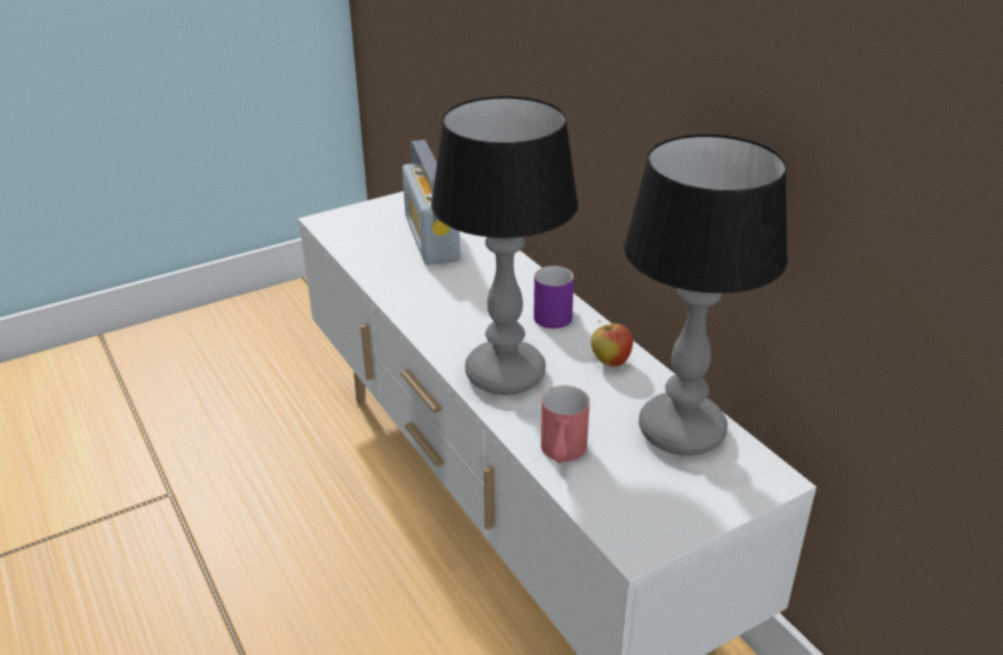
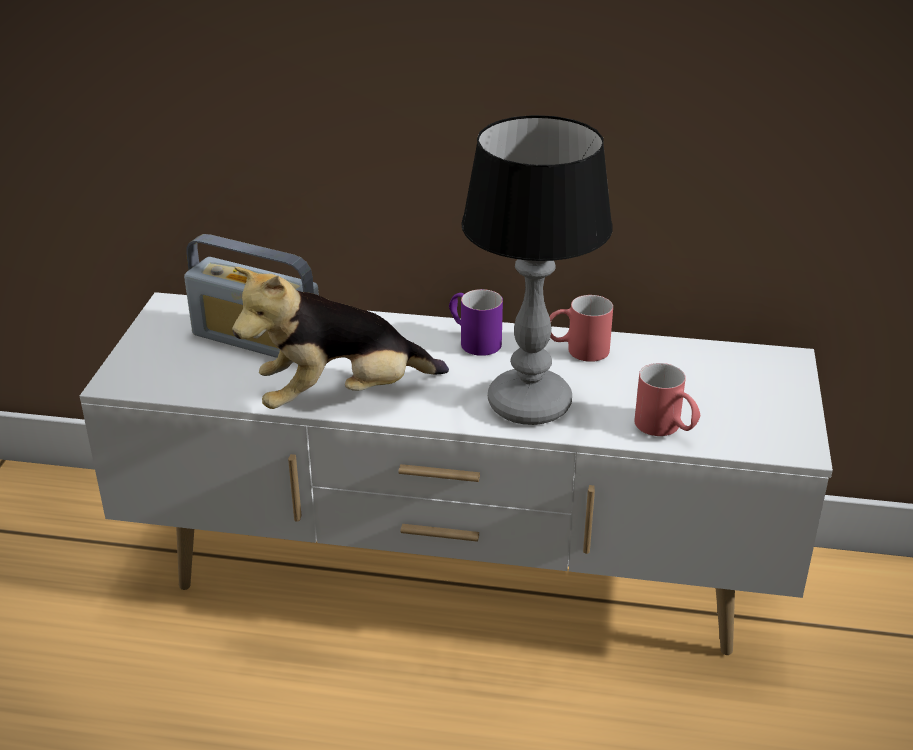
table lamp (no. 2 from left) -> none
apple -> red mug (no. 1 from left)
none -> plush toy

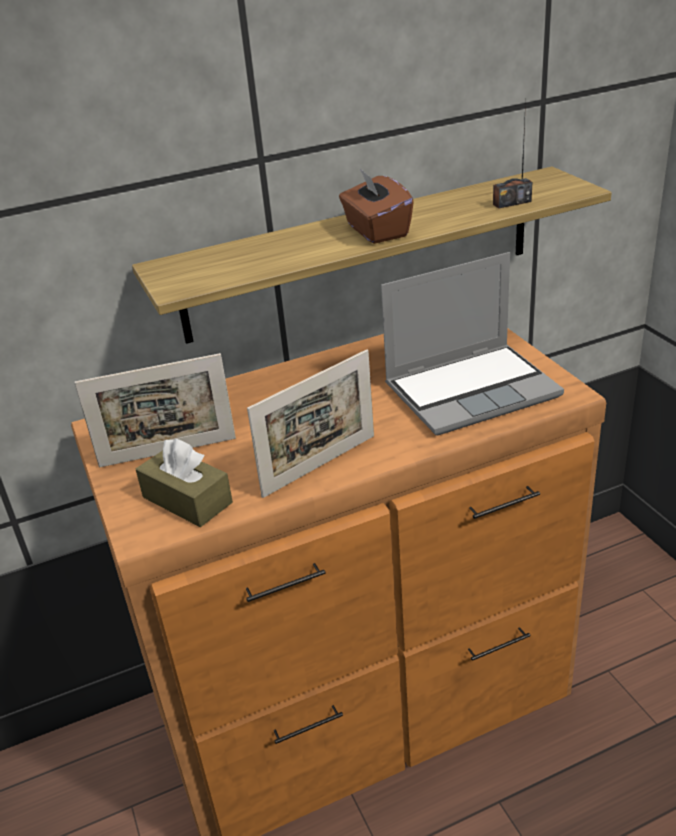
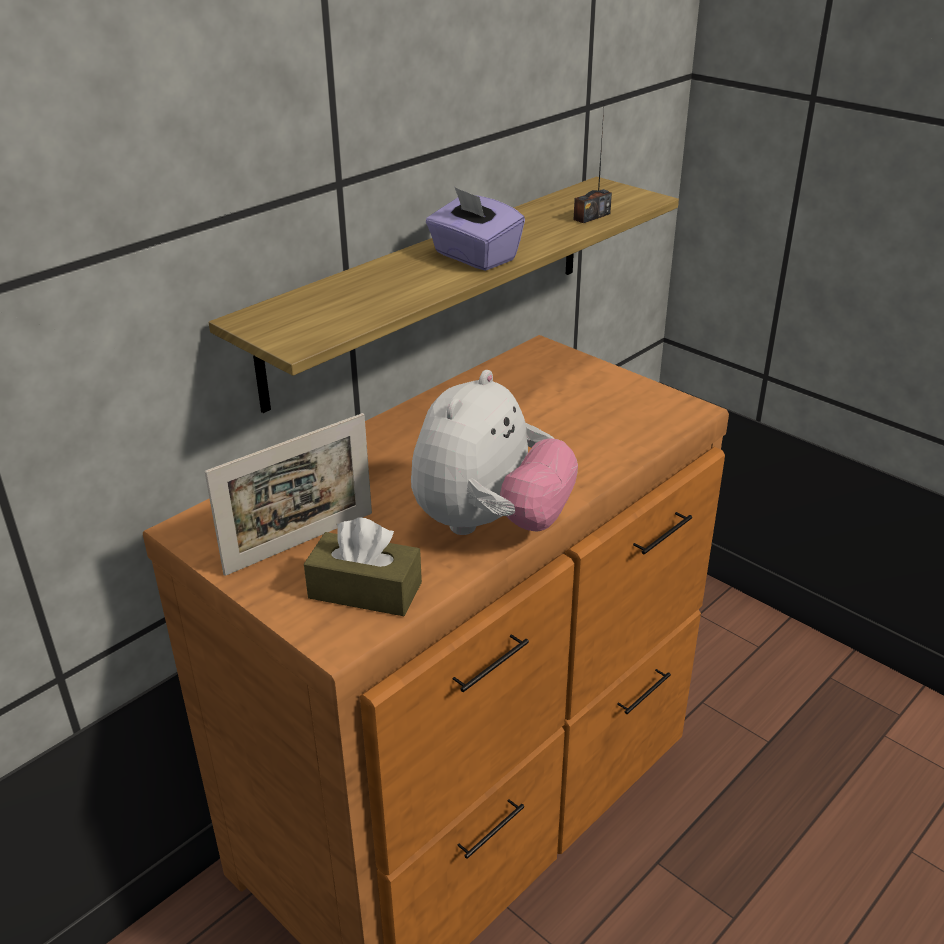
brown tissue box (no. 2 from left) -> purple tissue box
laptop -> none
picture frame (no. 2 from left) -> plush toy

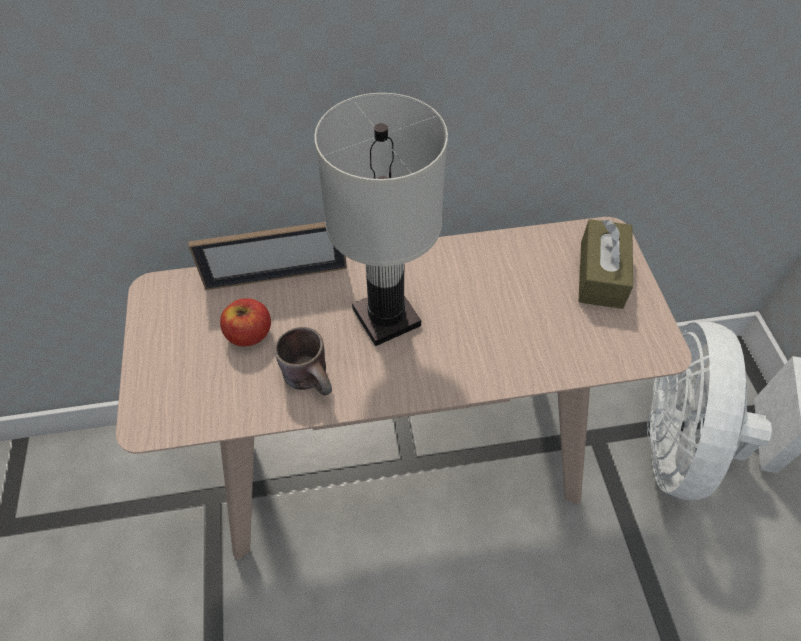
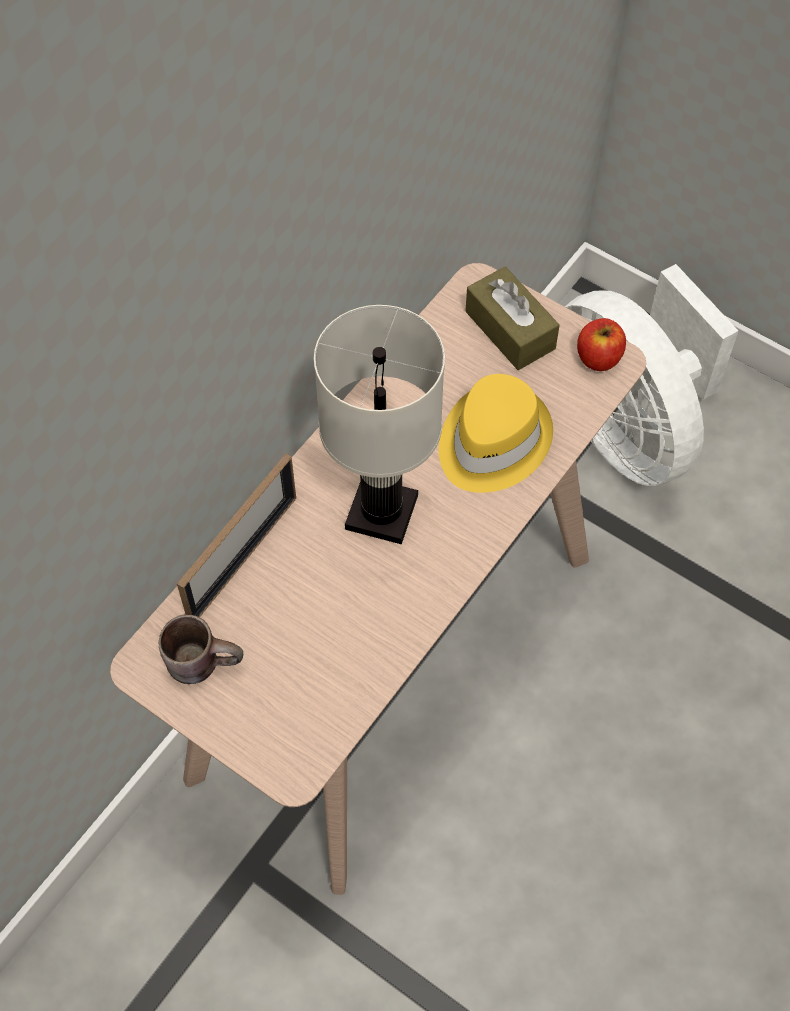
apple, relocated
brown mug, relocated
none -> yellow hat

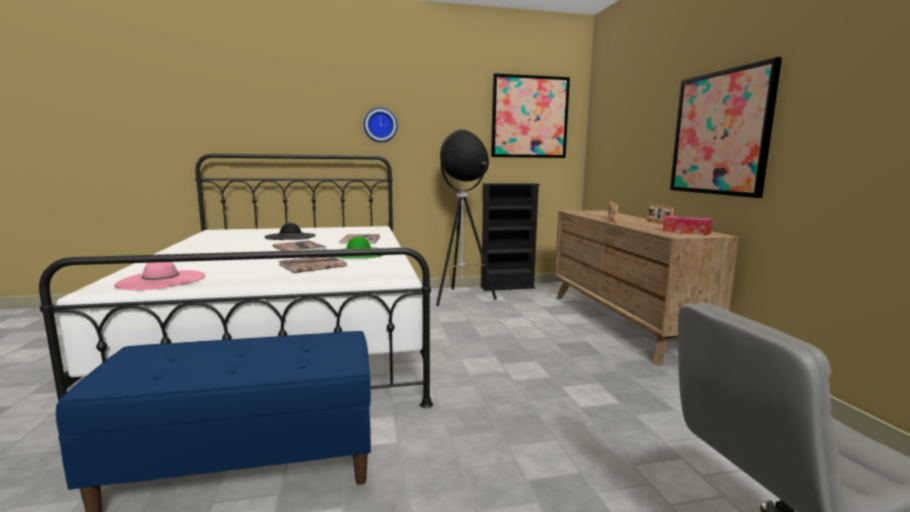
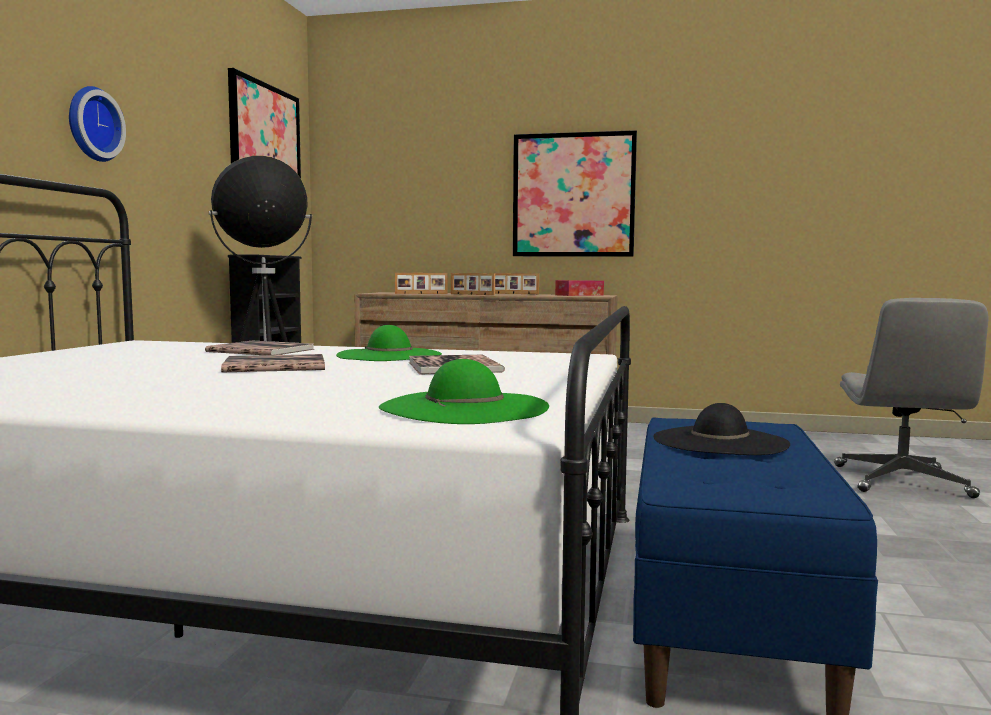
black hat, relocated
pink hat -> green hat (no. 2 from left)
none -> picture frame (no. 1 from left)

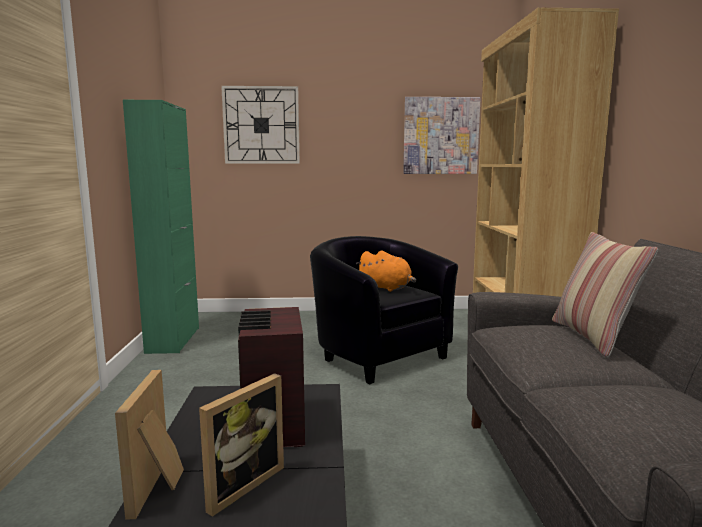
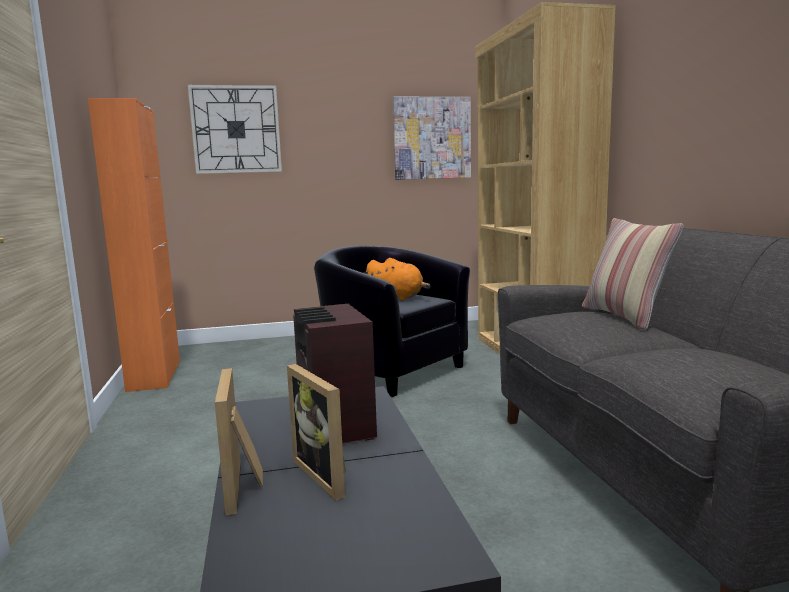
green cabinet -> orange cabinet
picture frame (no. 2 from left), 120 degrees clockwise

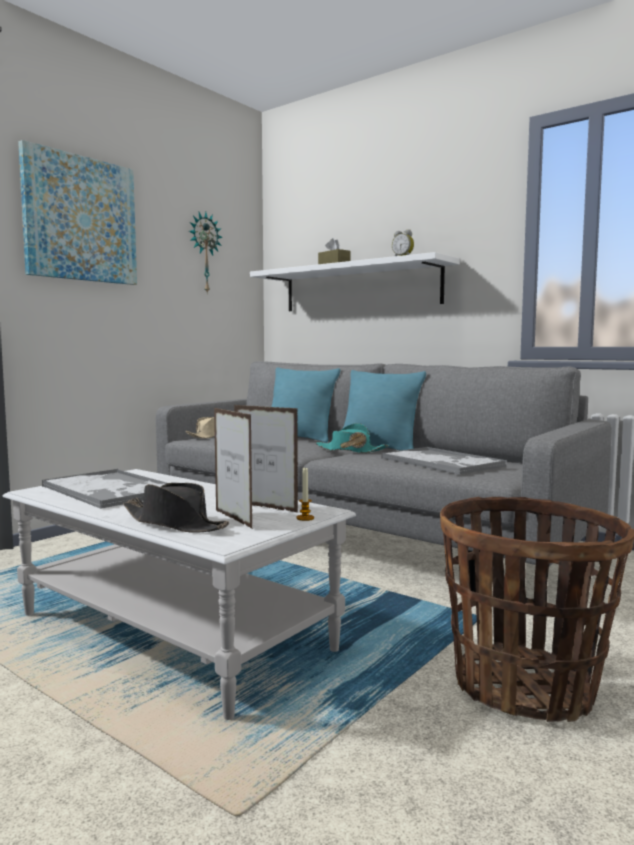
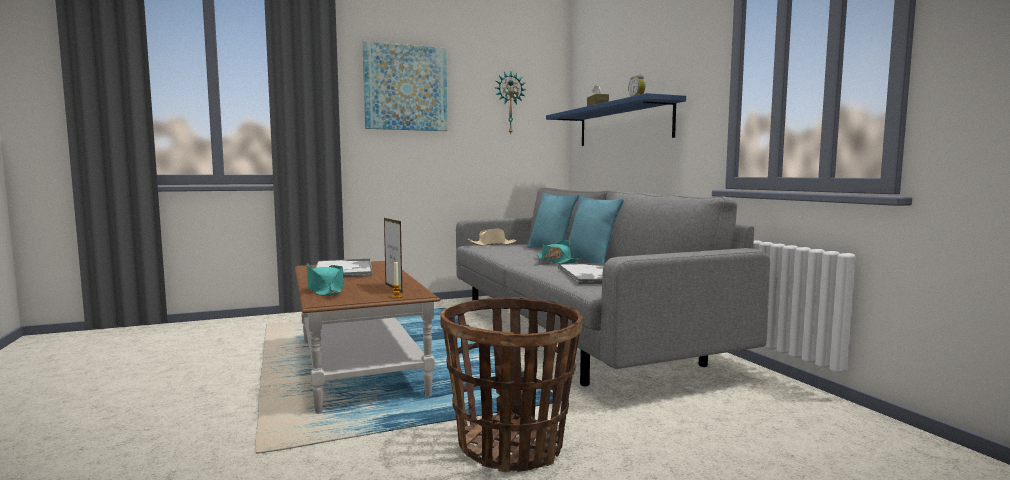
white shelf -> blue shelf
picture frame (no. 1 from left) -> none
white coffee table -> brown coffee table
black hat -> turquoise hat (no. 1 from left)

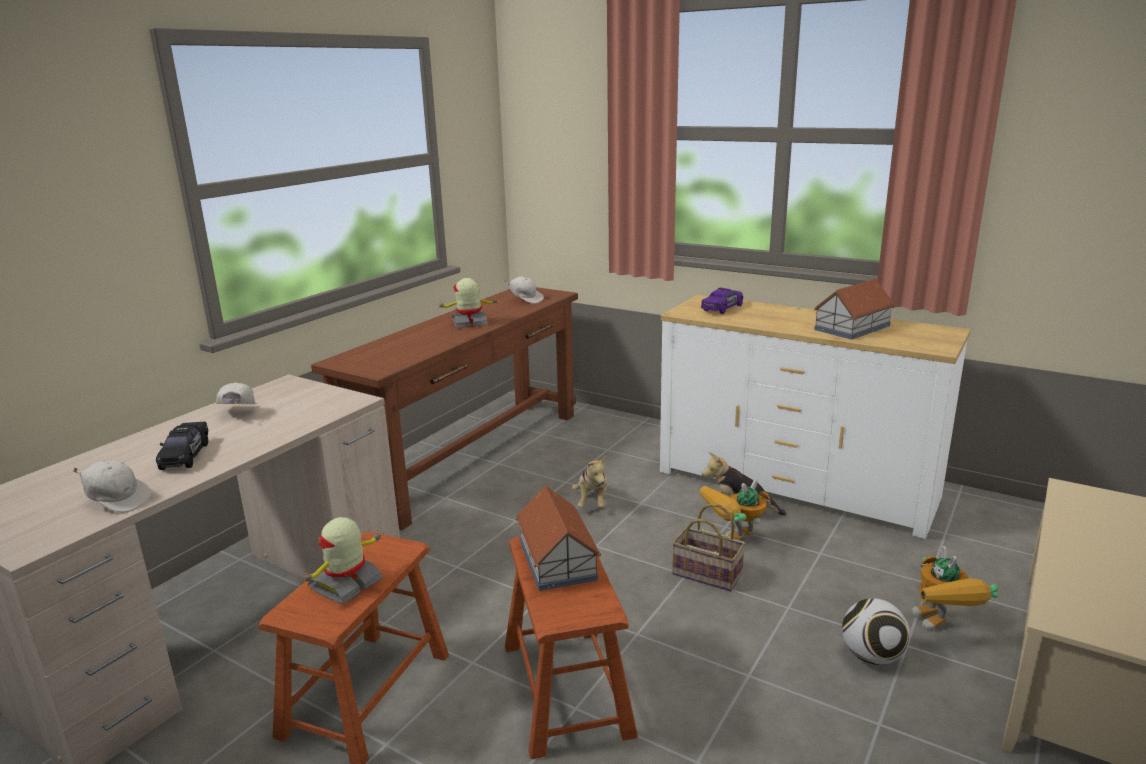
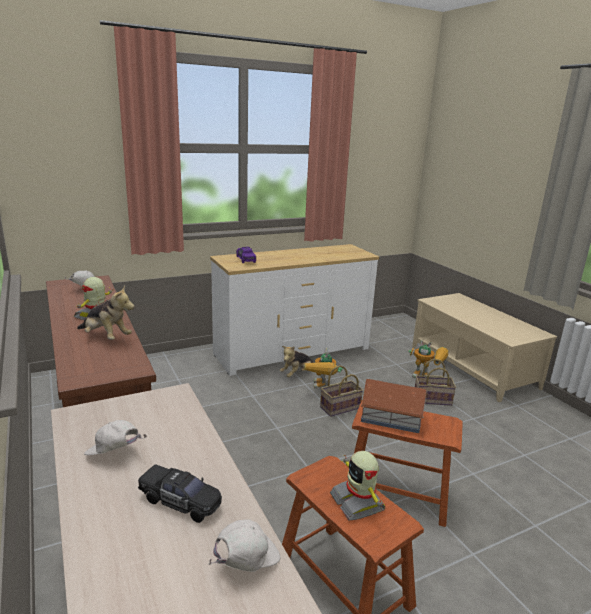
toy house (no. 2 from left) -> none
plush toy (no. 1 from left), relocated
football -> basket (no. 2 from left)

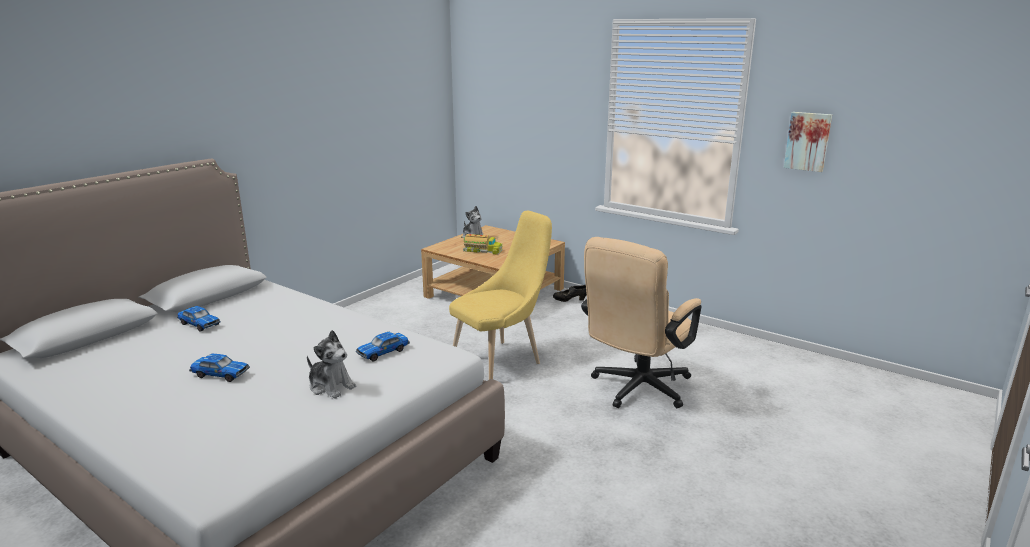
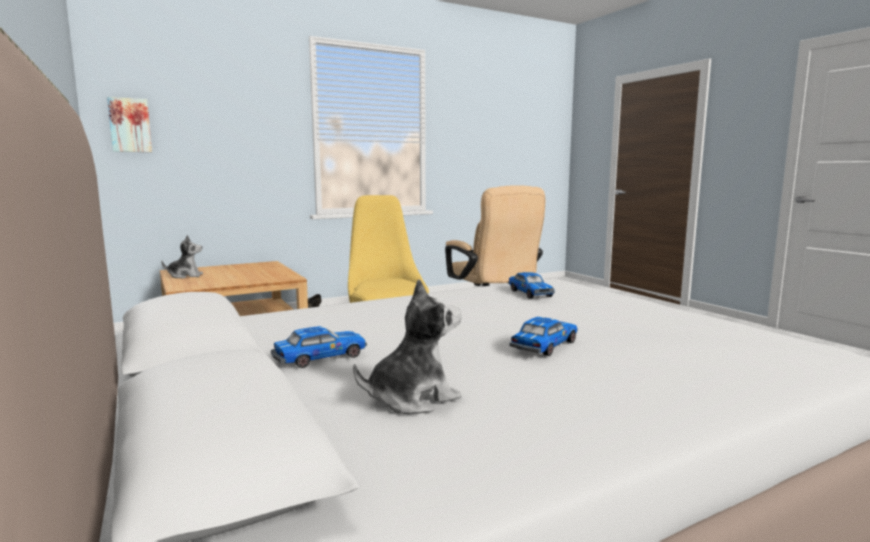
picture, relocated
toy truck -> none
plush toy (no. 1 from left in the first image) -> plush toy (no. 2 from left), relocated

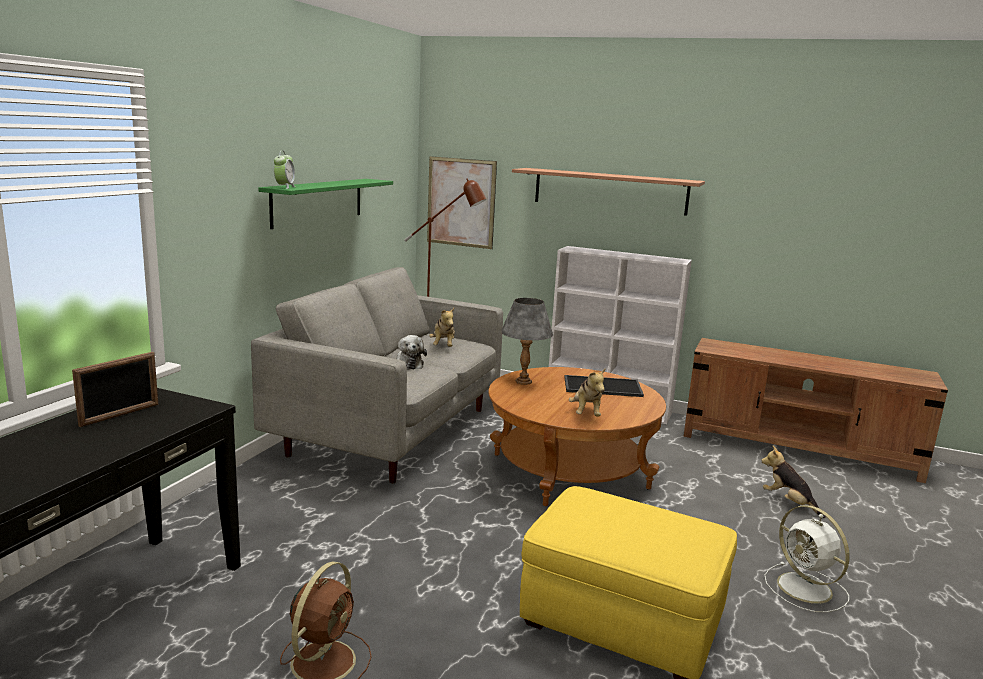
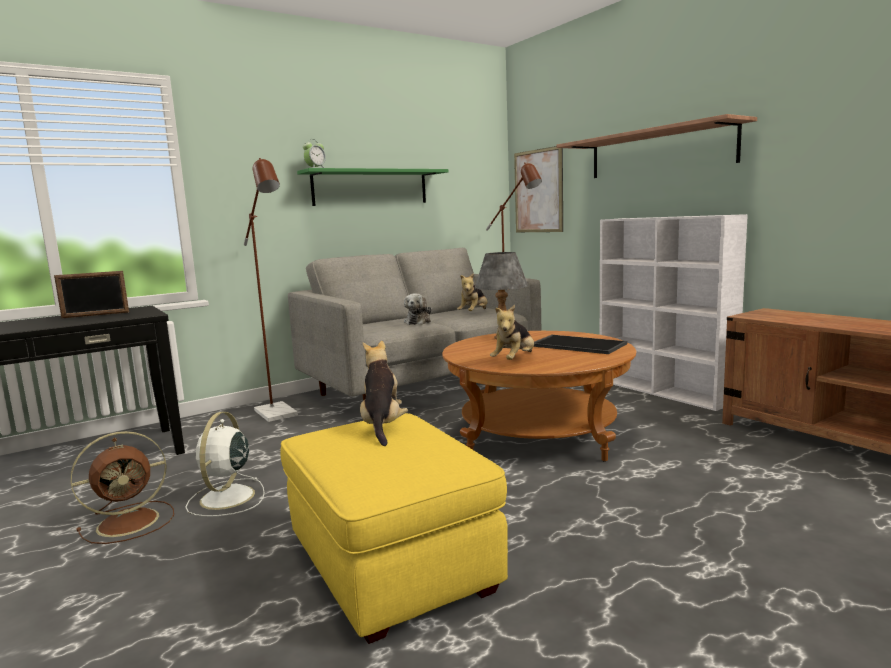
plush toy (no. 4 from left in the first image) -> plush toy (no. 1 from left), relocated
white fan, relocated
none -> brown floor lamp (no. 1 from left)

